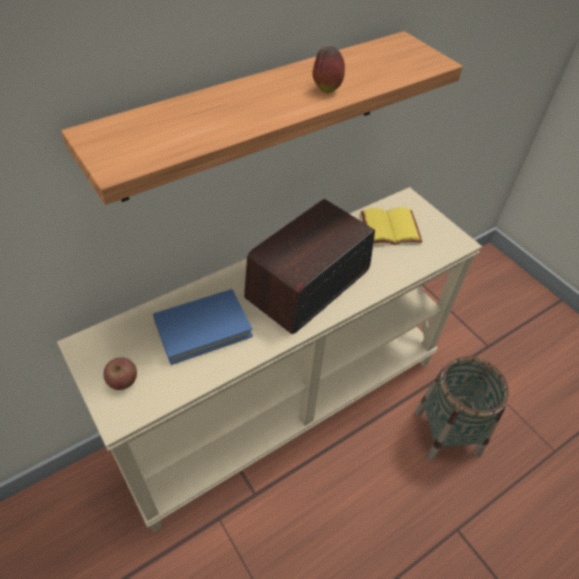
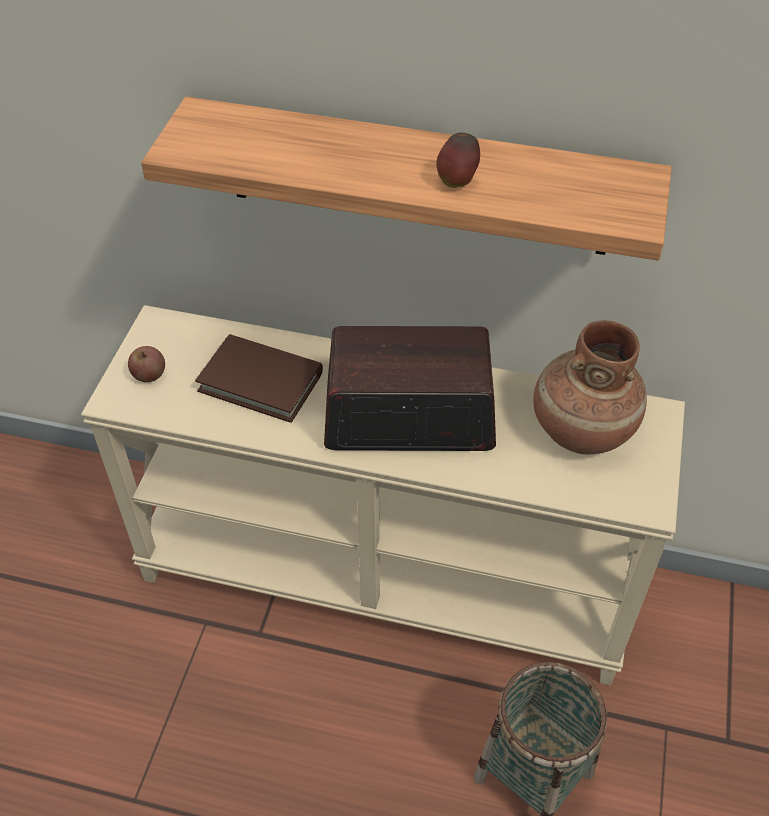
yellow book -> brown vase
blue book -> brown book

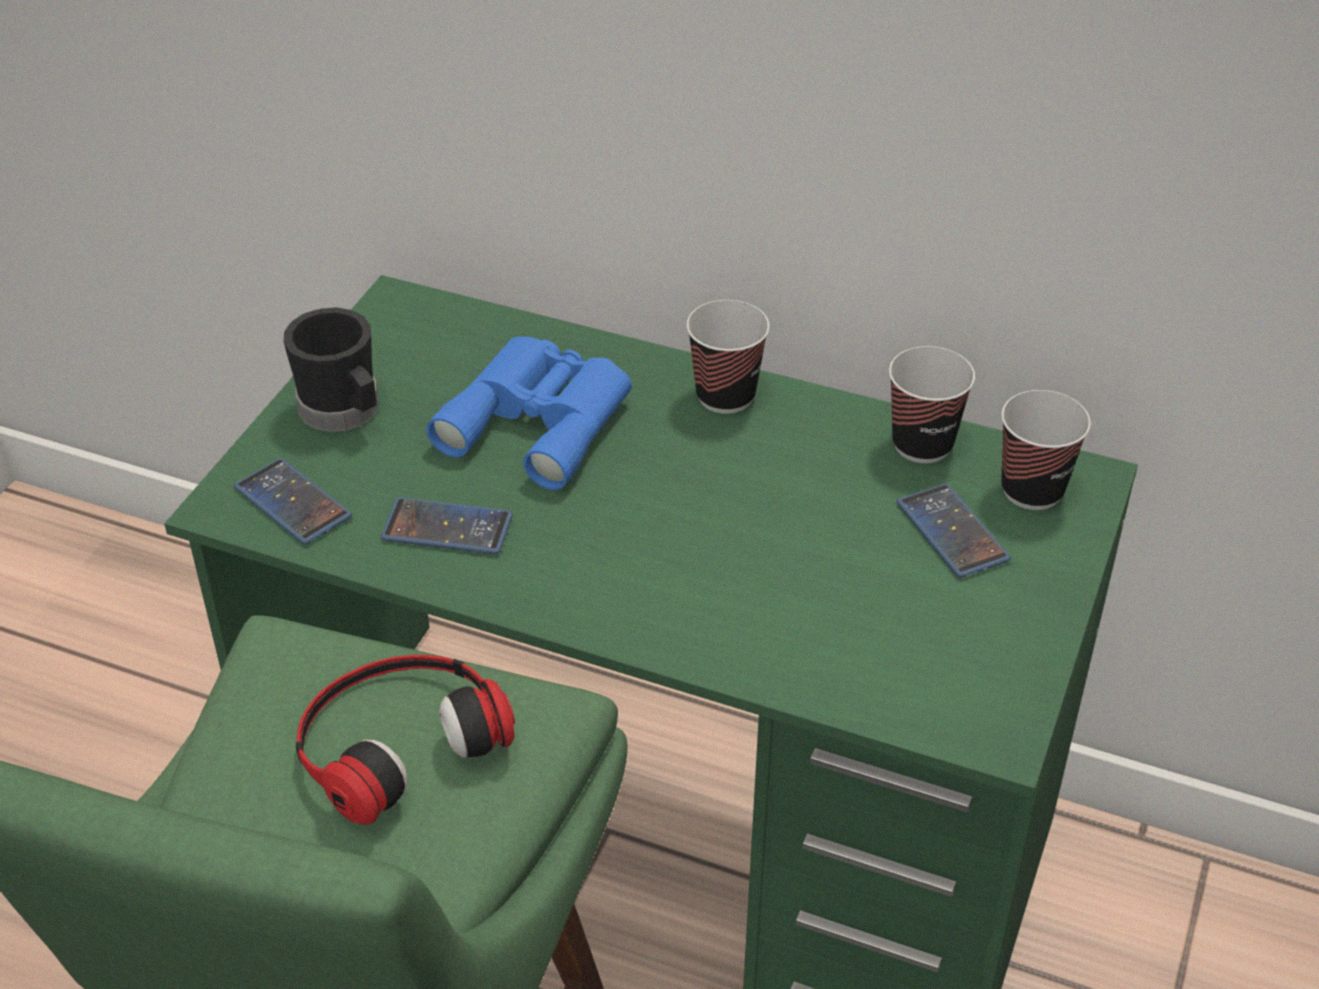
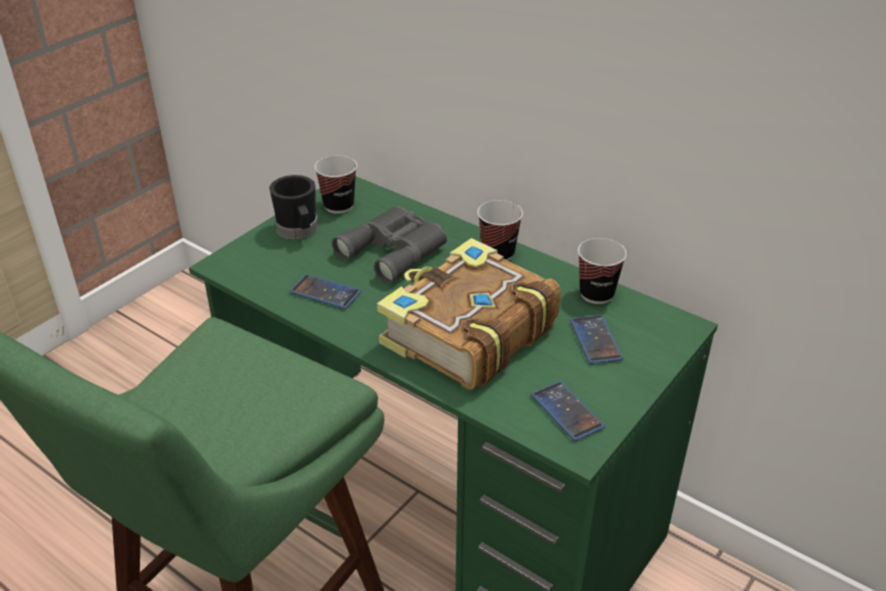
blue binoculars -> grey binoculars
cup (no. 3 from left in the first image) -> cup (no. 1 from left), relocated
phone (no. 1 from left in the first image) -> phone (no. 2 from left), relocated
headphones -> none
none -> book

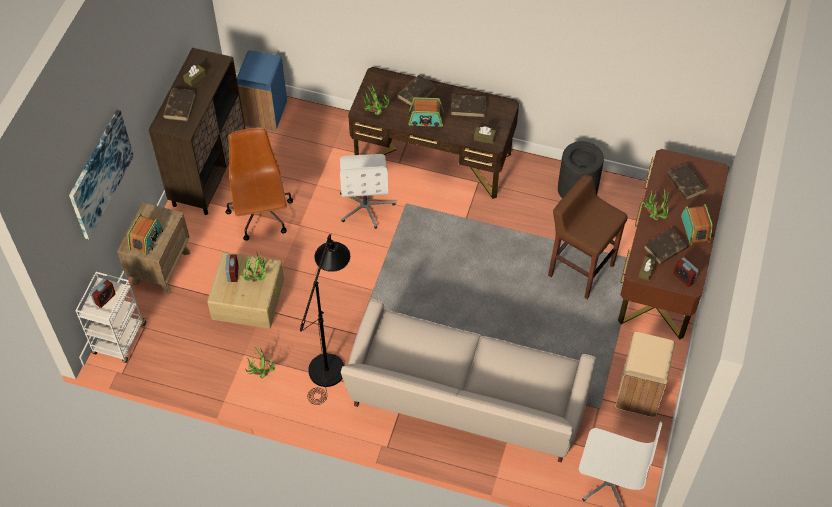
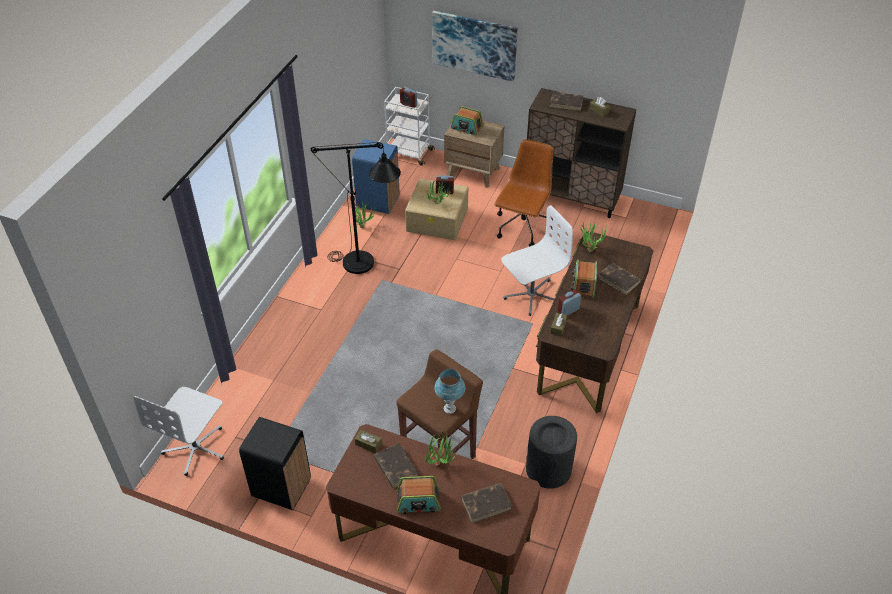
blue trash can, relocated
brown book (no. 3 from left) -> none
brown office chair, 60 degrees counterclockwise
white office chair (no. 1 from left in the first image) -> white office chair (no. 2 from left), 150 degrees clockwise
alarm clock (no. 3 from left), relocated
beige sofa -> none
beige trash can -> black trash can (no. 1 from left)
none -> blue table lamp

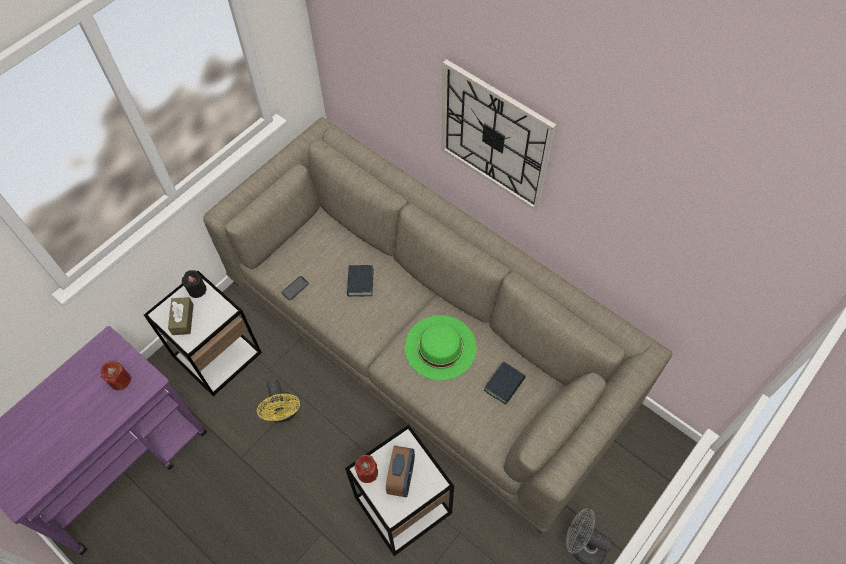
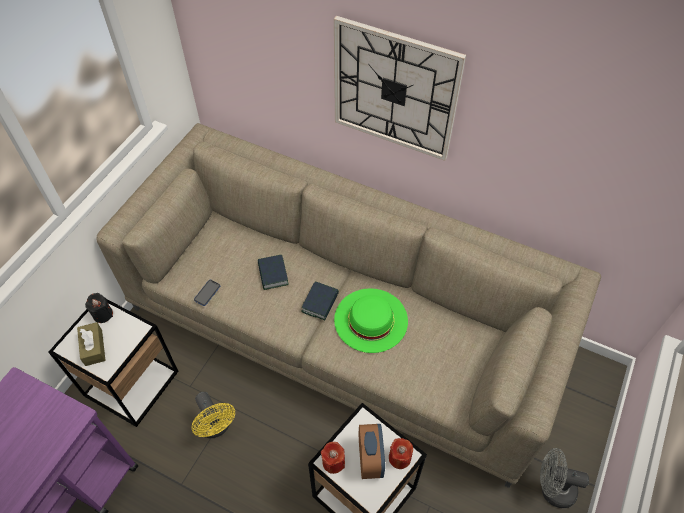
red candle (no. 1 from left in the first image) -> red candle (no. 2 from left), relocated
book (no. 2 from left), relocated

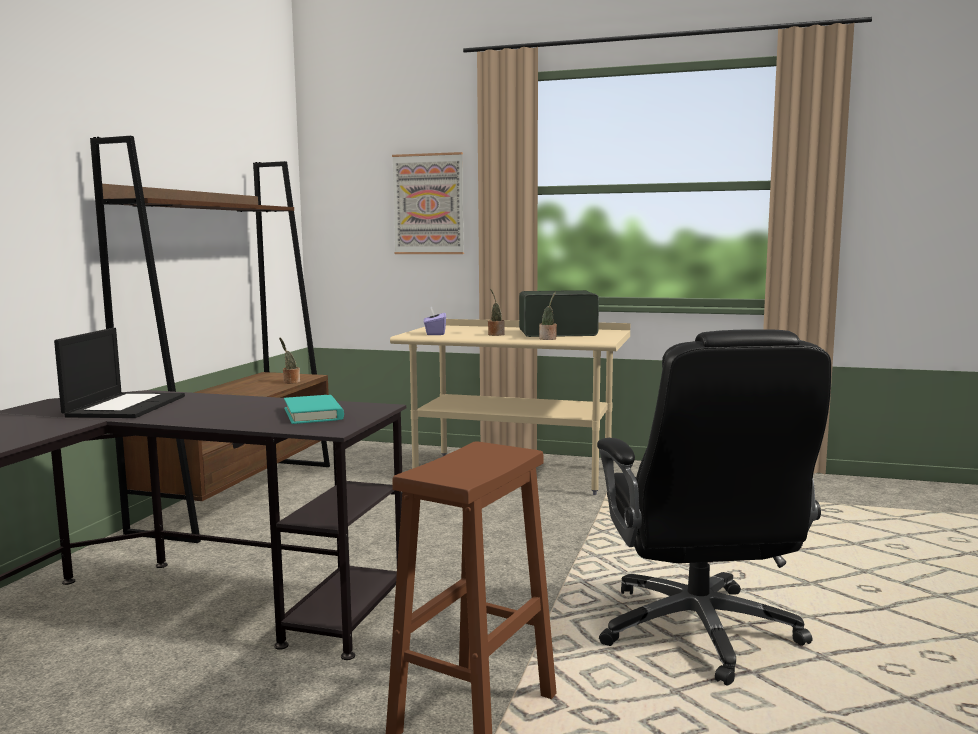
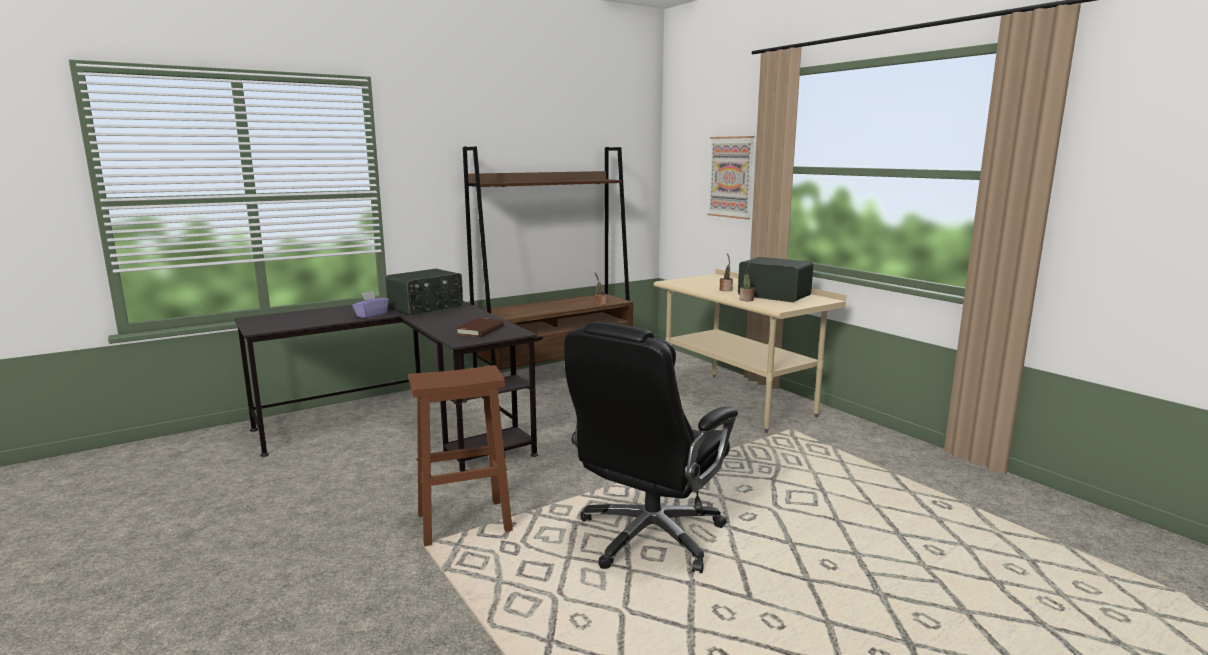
purple tissue box, relocated
laptop -> radio (no. 1 from left)
turquoise book -> brown book

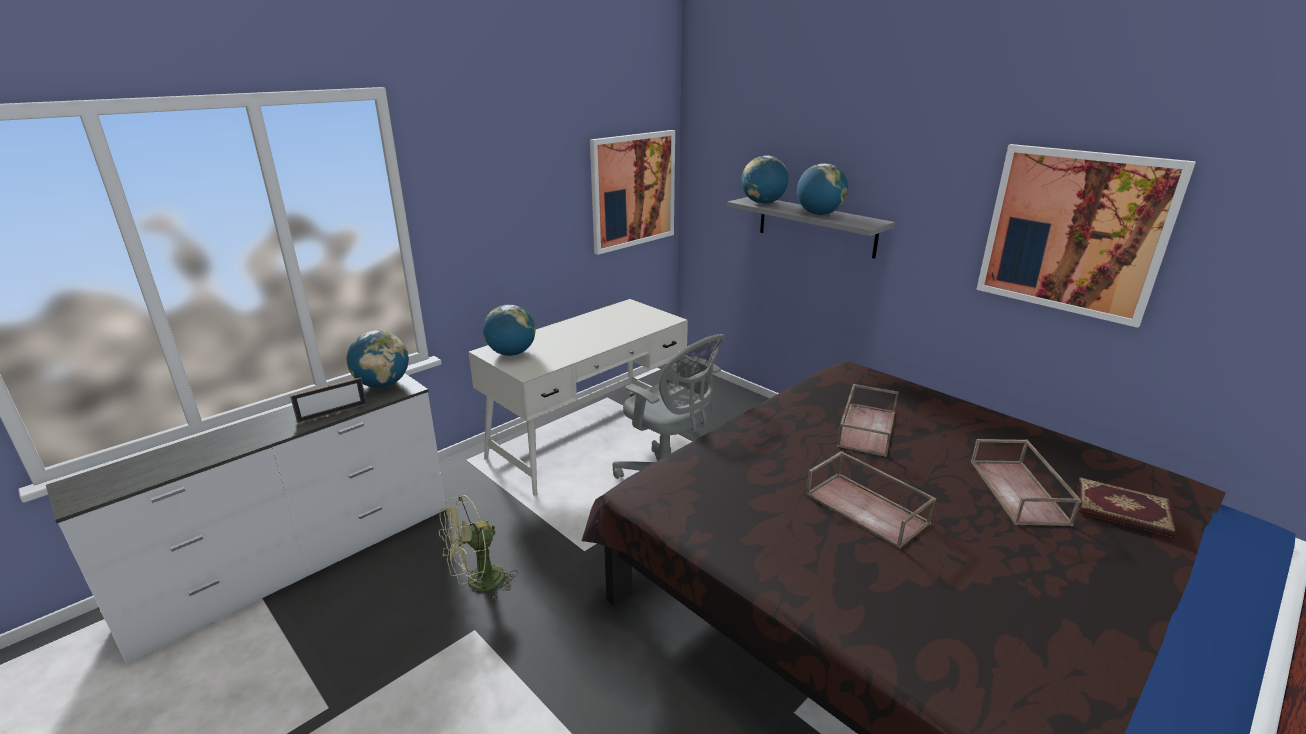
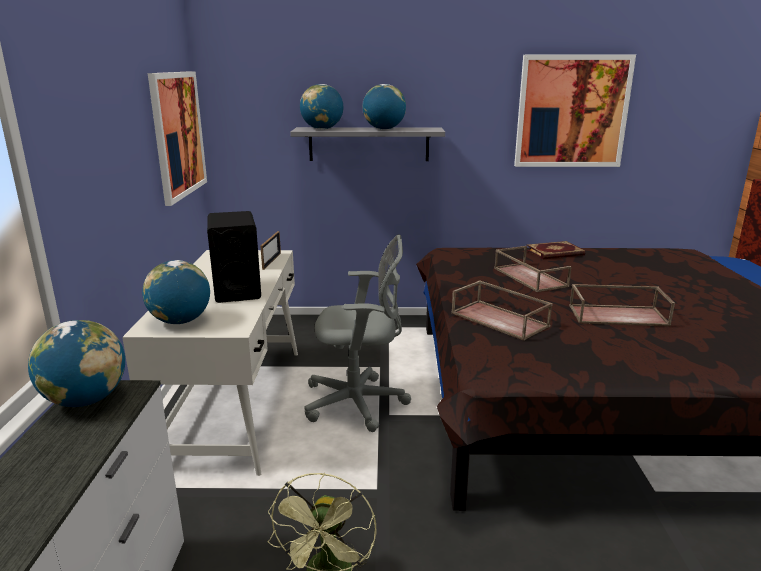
picture frame, relocated
brown tray (no. 3 from left in the first image) -> brown tray (no. 1 from left), relocated
book, relocated
none -> black speaker

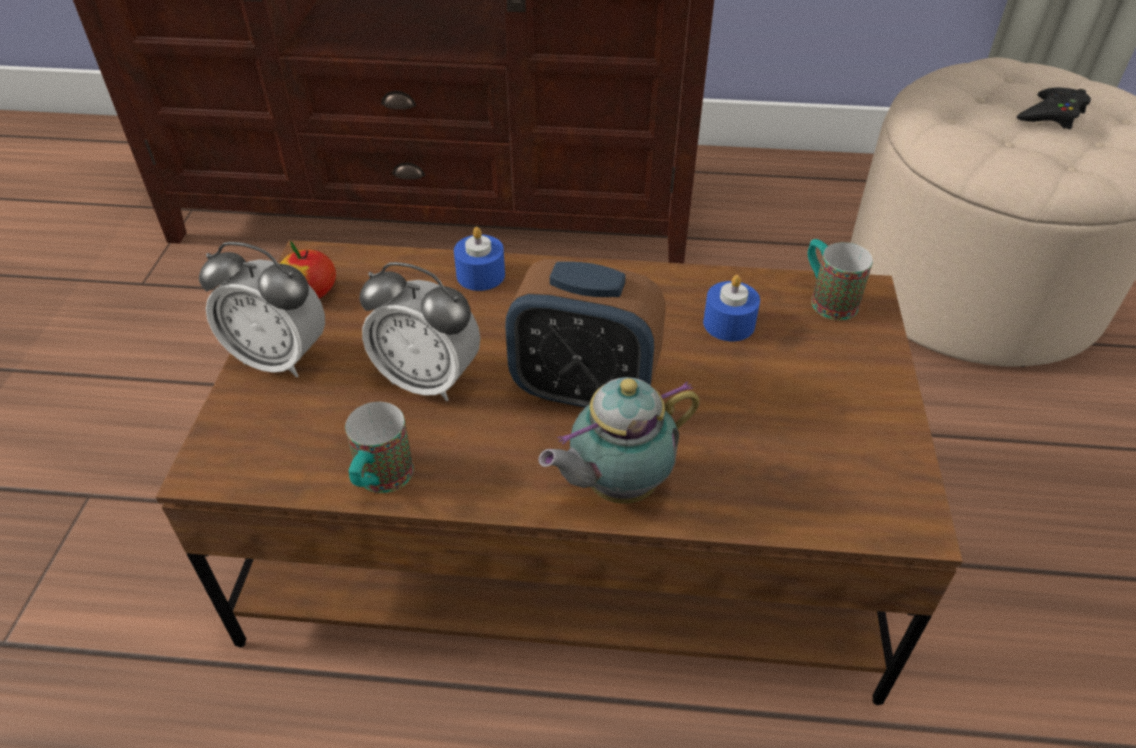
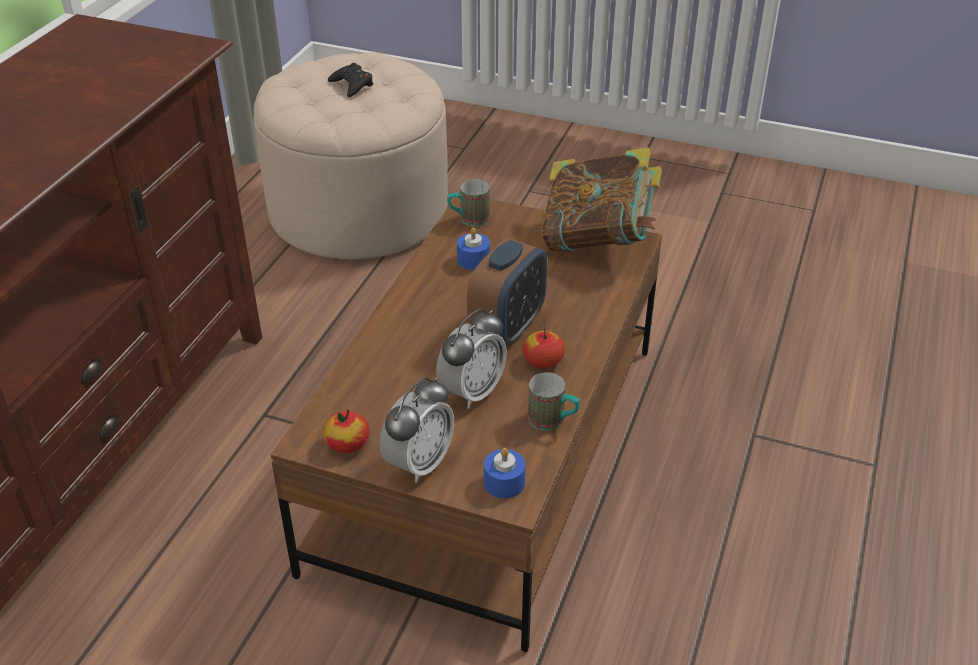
blue candle (no. 1 from left in the first image) -> blue candle (no. 2 from left), relocated
teapot -> none
none -> book
none -> apple (no. 2 from left)

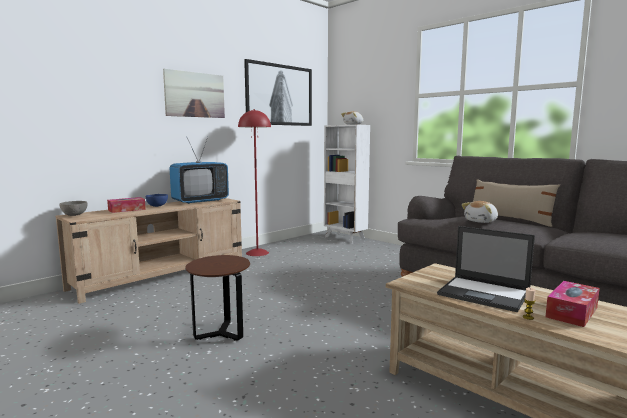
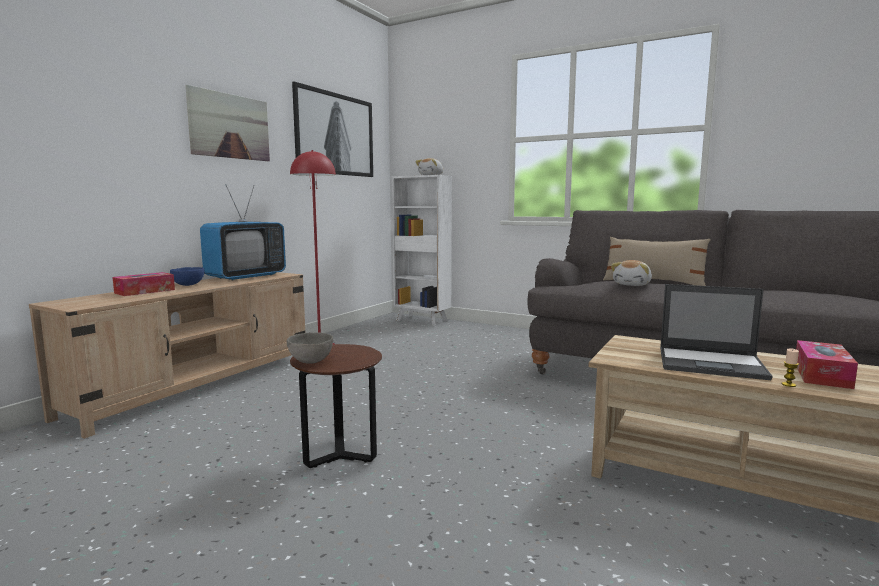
grey bowl, relocated

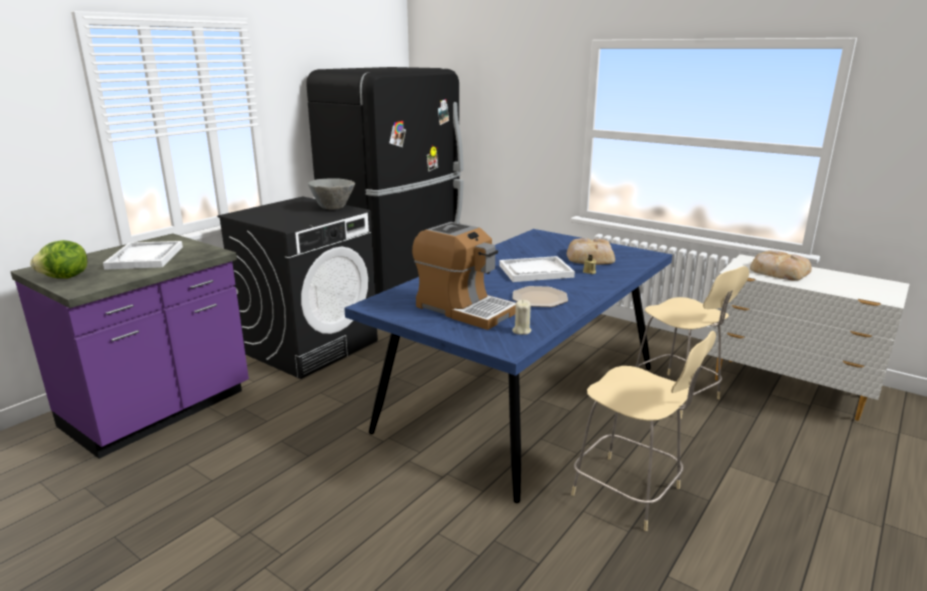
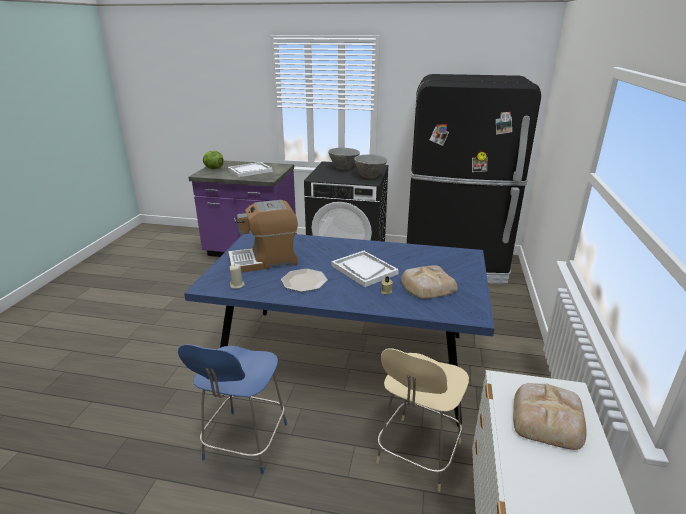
coffee machine, 60 degrees clockwise
beige chair (no. 1 from left) -> blue chair
none -> grey bowl (no. 1 from left)

